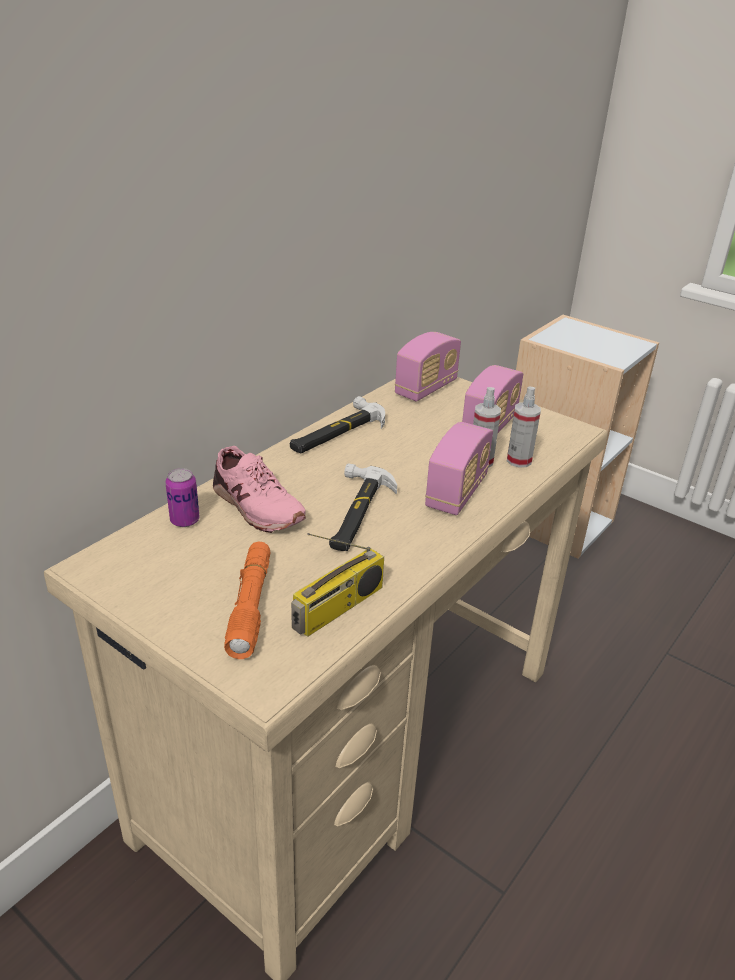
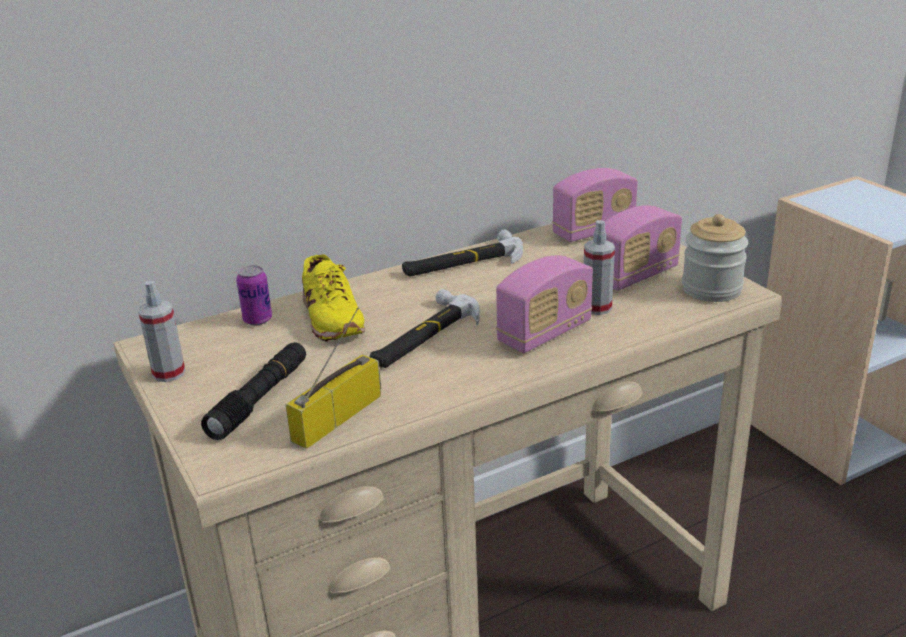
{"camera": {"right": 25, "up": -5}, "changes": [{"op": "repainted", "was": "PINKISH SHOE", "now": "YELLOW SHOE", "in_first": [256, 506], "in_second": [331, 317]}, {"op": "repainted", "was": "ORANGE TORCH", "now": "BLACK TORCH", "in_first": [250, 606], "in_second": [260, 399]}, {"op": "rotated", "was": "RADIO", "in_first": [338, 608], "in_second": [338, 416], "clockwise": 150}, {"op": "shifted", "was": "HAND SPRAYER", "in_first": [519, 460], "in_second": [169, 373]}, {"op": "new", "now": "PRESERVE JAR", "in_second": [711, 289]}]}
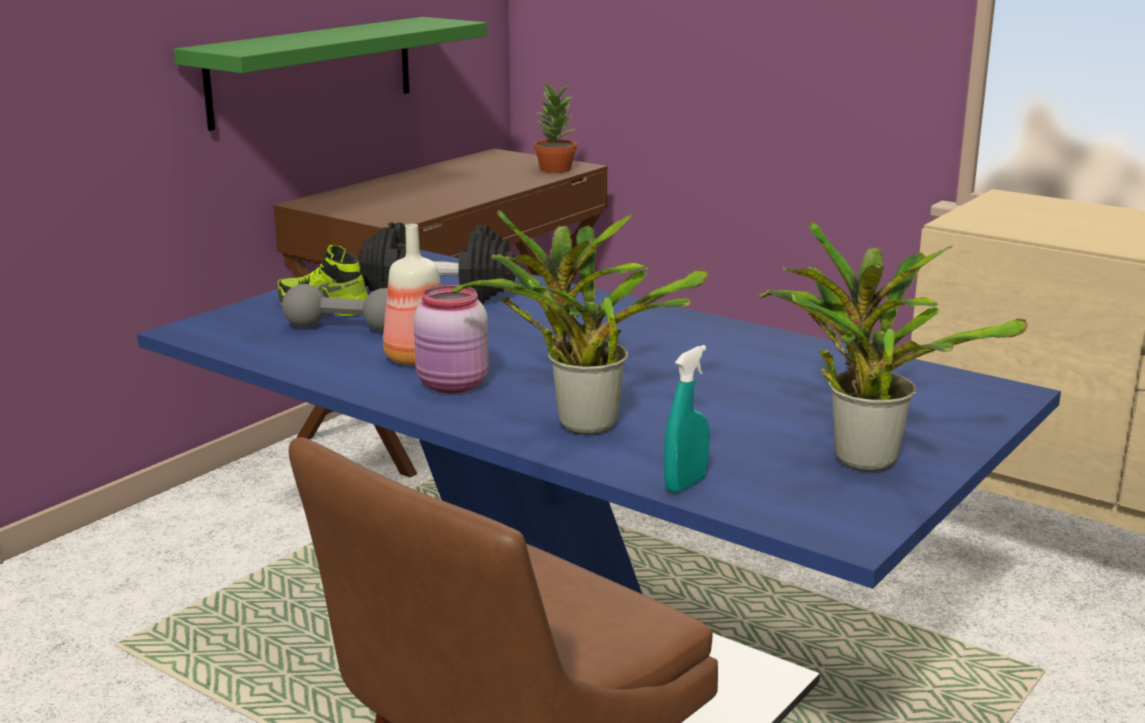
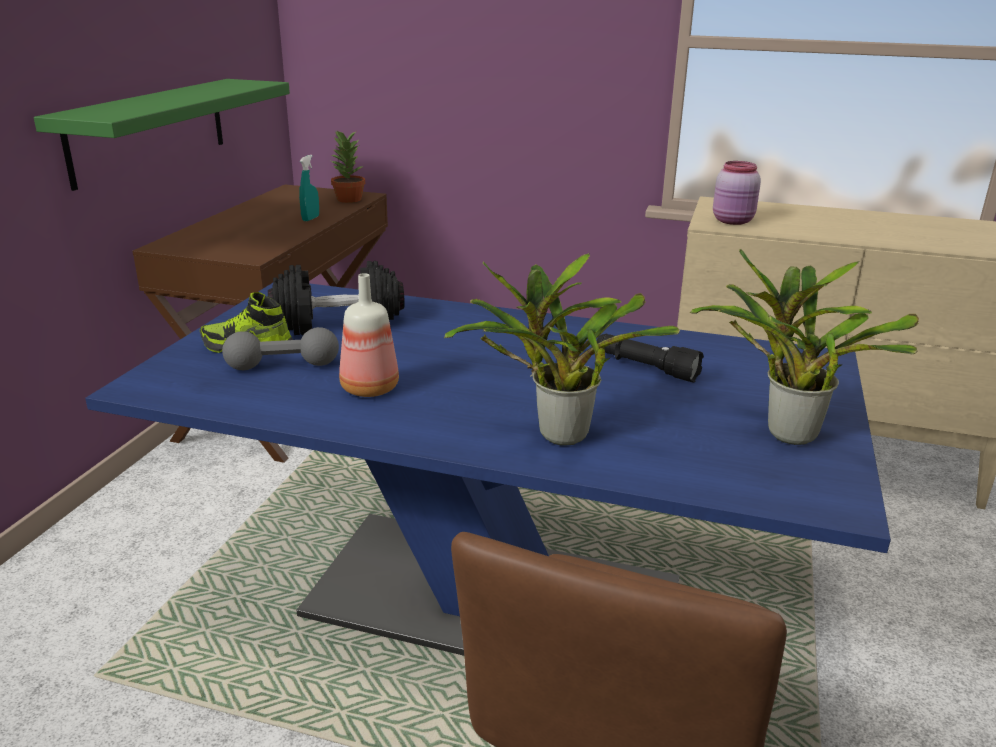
{"camera": {"right": -20, "up": 5}, "changes": [{"op": "shifted", "was": "PINKISH PRESERVE JAR", "in_first": [453, 386], "in_second": [733, 221]}, {"op": "shifted", "was": "TURQUOISE-COLOURED HAND SPRAYER", "in_first": [685, 484], "in_second": [310, 219]}, {"op": "new", "now": "BLACK TORCH", "in_second": [645, 367]}]}
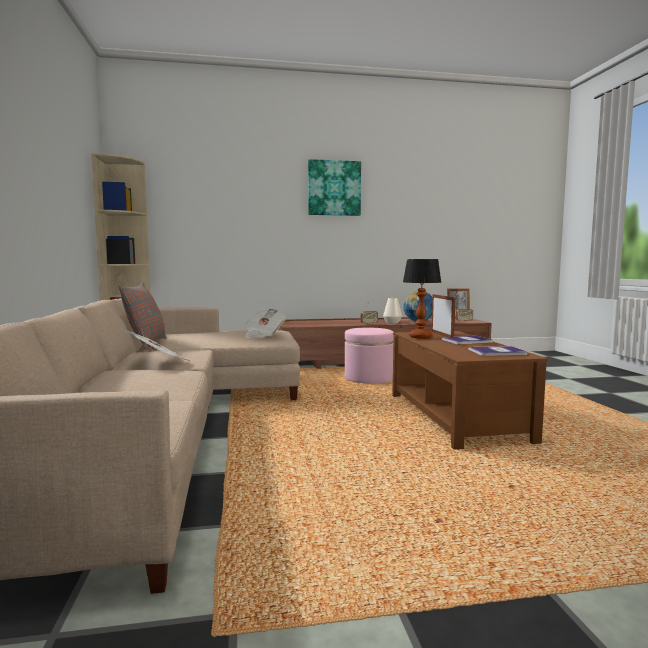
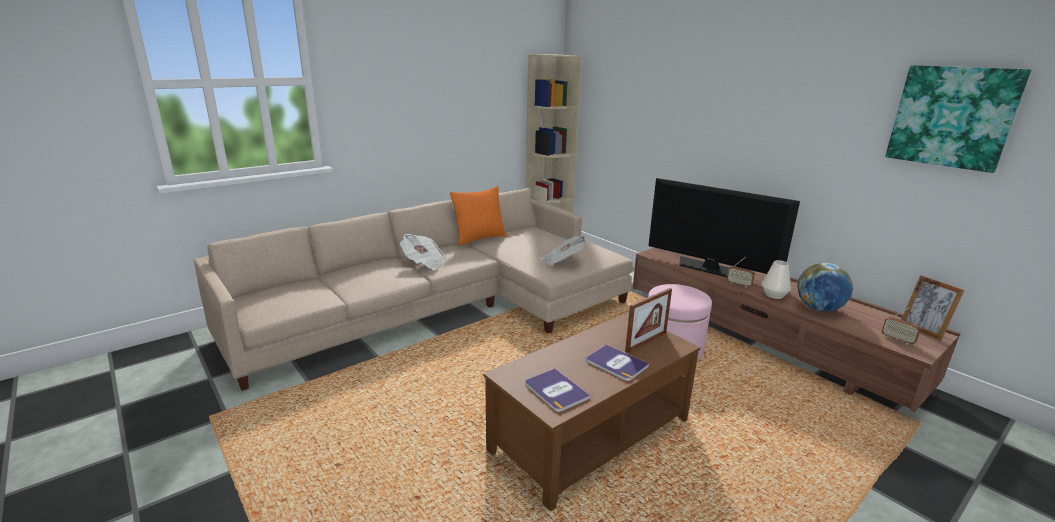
{"camera": {"right": 60, "up": 15}, "changes": [{"op": "repainted", "was": "GREY CUSHION", "now": "ORANGE CUSHION", "in_first": [146, 344], "in_second": [479, 239]}, {"op": "shifted", "was": "WALL ART", "in_first": [334, 188], "in_second": [952, 117]}, {"op": "gone", "was": "TABLETOP LAMP", "in_first": [421, 337]}, {"op": "new", "now": "TELEVISION", "in_second": [710, 268]}]}
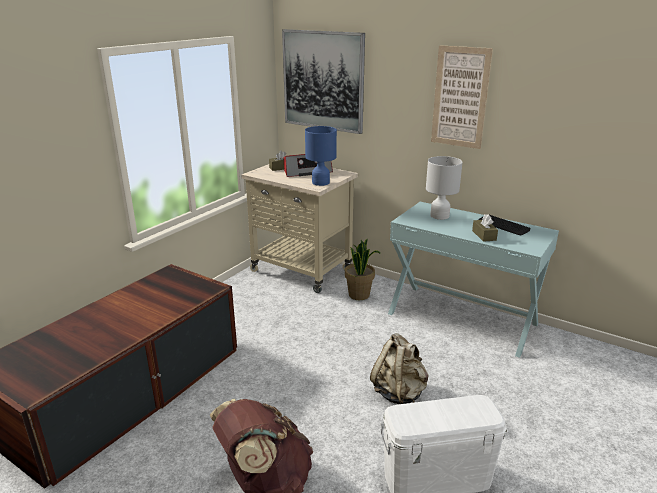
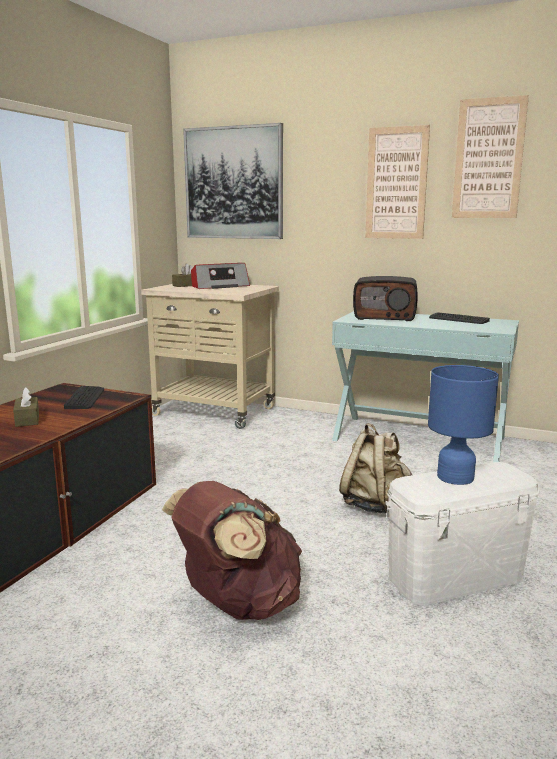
{"camera": {"right": -10, "up": -10}, "changes": [{"op": "shifted", "was": "BLUISH TABLETOP LAMP", "in_first": [321, 183], "in_second": [456, 477]}, {"op": "gone", "was": "PLANT IN A POT", "in_first": [359, 295]}, {"op": "swapped", "was": "GREY TABLETOP LAMP", "now": "RADIO", "in_first": [440, 216], "in_second": [385, 316]}, {"op": "shifted", "was": "BROWN-COLOURED TISSUE BOX", "in_first": [484, 235], "in_second": [27, 419]}, {"op": "new", "now": "KEYBOARD", "in_second": [85, 398]}, {"op": "new", "now": "WALL ART", "in_second": [488, 159]}]}
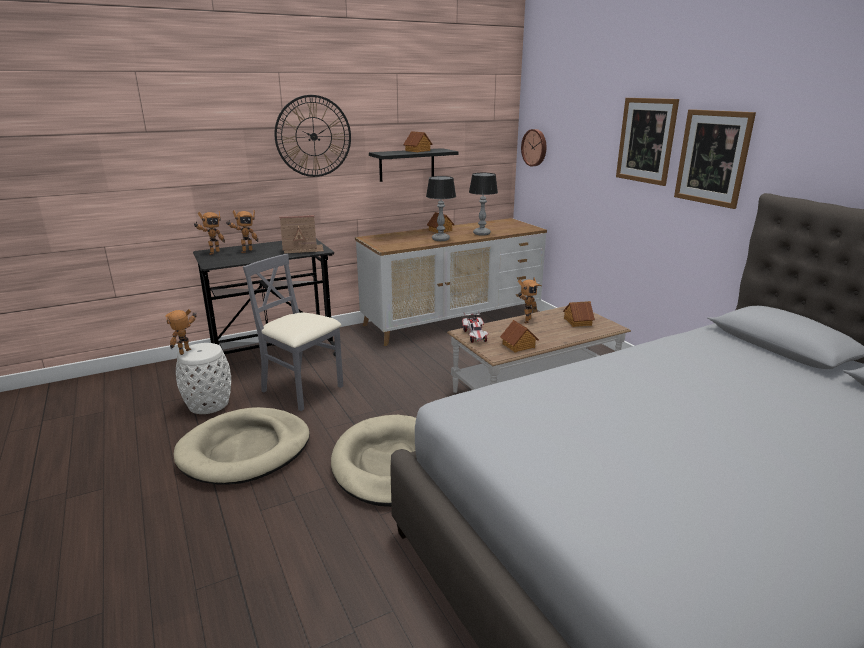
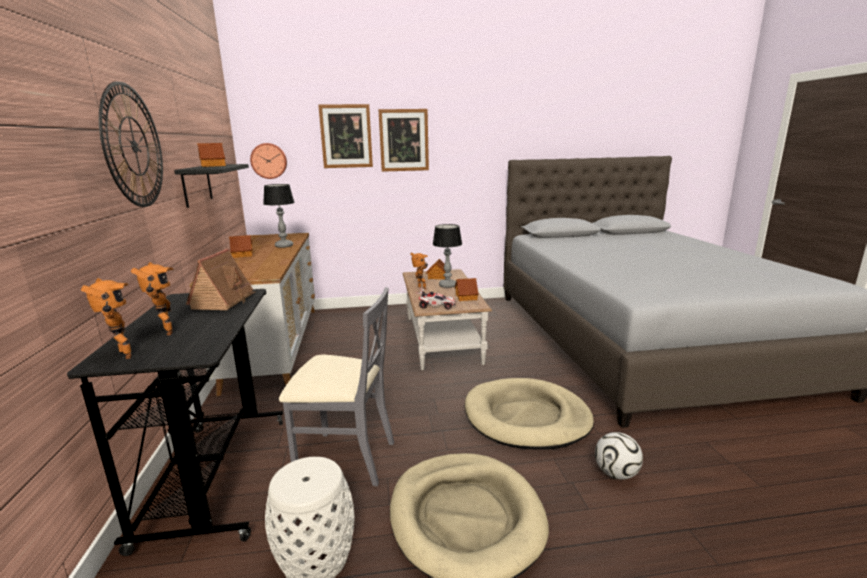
{"camera": {"right": -70, "up": -5}, "changes": [{"op": "gone", "was": "MODEL ROBOT", "in_first": [187, 352]}, {"op": "rotated", "was": "GREY UPRIGHT CHAIR", "in_first": [302, 390], "in_second": [345, 459], "clockwise": -135}, {"op": "shifted", "was": "TABLETOP LAMP", "in_first": [440, 239], "in_second": [448, 285]}, {"op": "shifted", "was": "WALL ART", "in_first": [712, 157], "in_second": [346, 136]}, {"op": "new", "now": "FOOTBALL BALL", "in_second": [616, 473]}]}
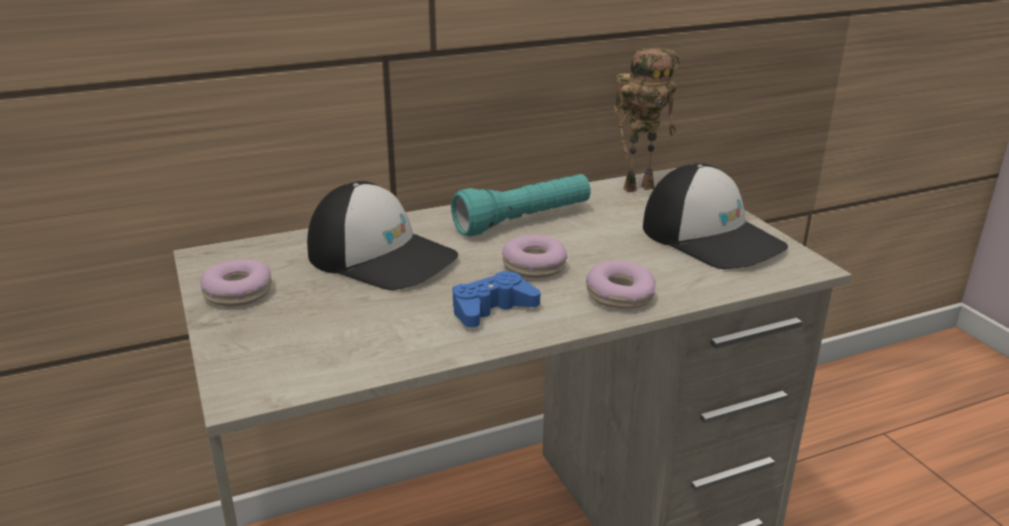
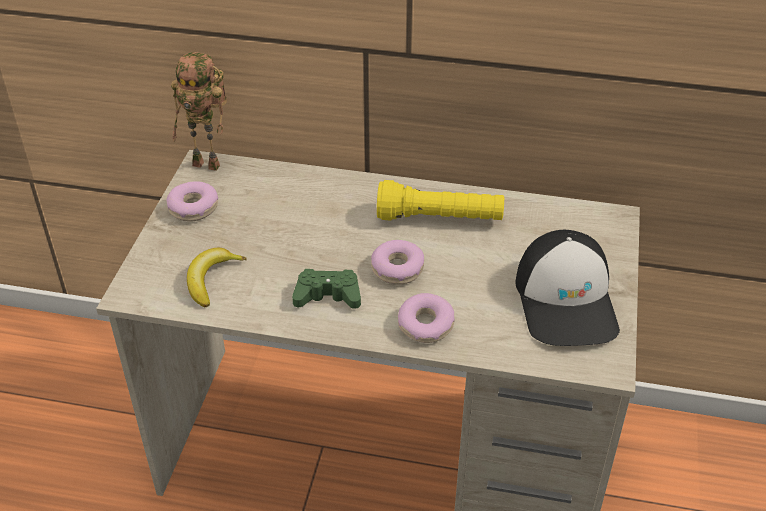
{"camera": {"right": 35, "up": 15}, "changes": [{"op": "gone", "was": "CAP", "in_first": [382, 257]}, {"op": "repainted", "was": "TURQUOISE-COLOURED TORCH", "now": "YELLOW TORCH", "in_first": [523, 221], "in_second": [439, 218]}, {"op": "repainted", "was": "BLUISH GAME CONTROLLER", "now": "GREEN-COLOURED GAME CONTROLLER", "in_first": [492, 309], "in_second": [328, 295]}, {"op": "shifted", "was": "MODEL ROBOT", "in_first": [639, 187], "in_second": [209, 164]}, {"op": "new", "now": "BANANA", "in_second": [211, 280]}]}
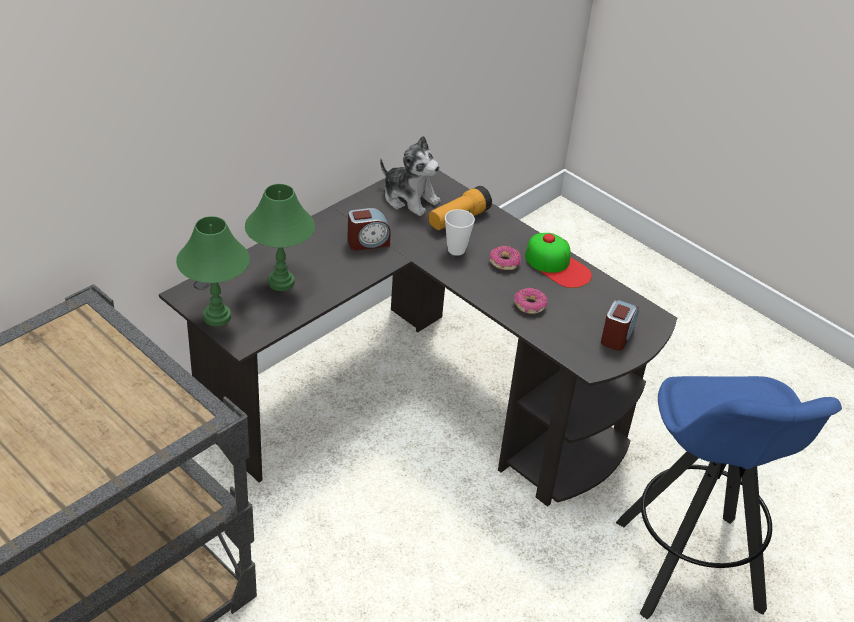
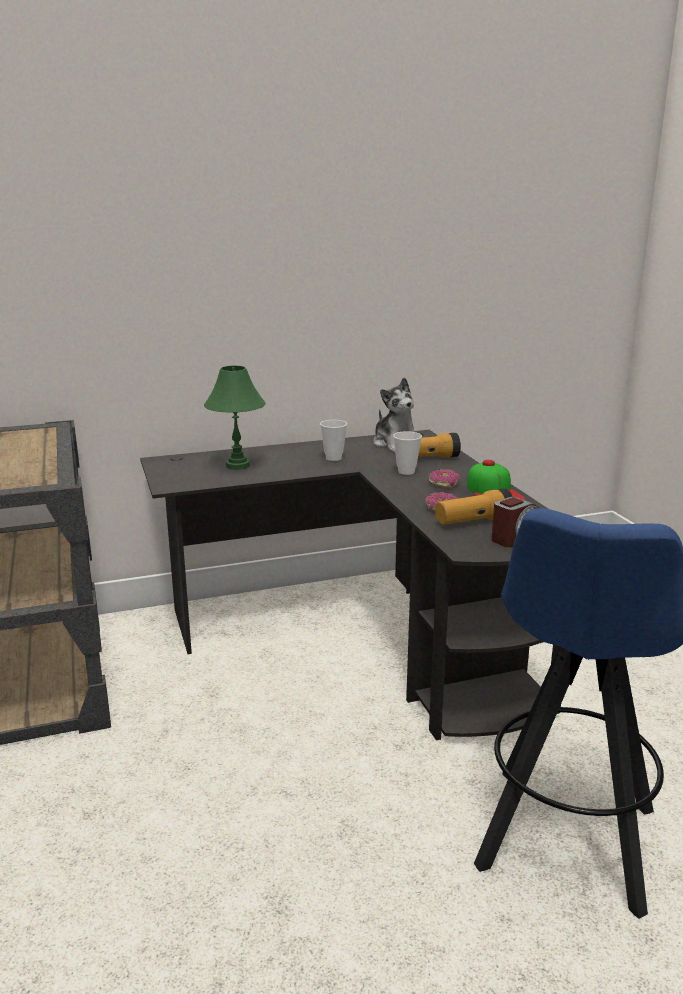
{"camera": {"right": 30, "up": -20}, "changes": [{"op": "gone", "was": "GREEN-COLOURED TABLETOP LAMP", "in_first": [217, 317]}, {"op": "swapped", "was": "TABLE CLOCK", "now": "CUP", "in_first": [368, 242], "in_second": [333, 458]}, {"op": "new", "now": "TORCH", "in_second": [473, 521]}]}
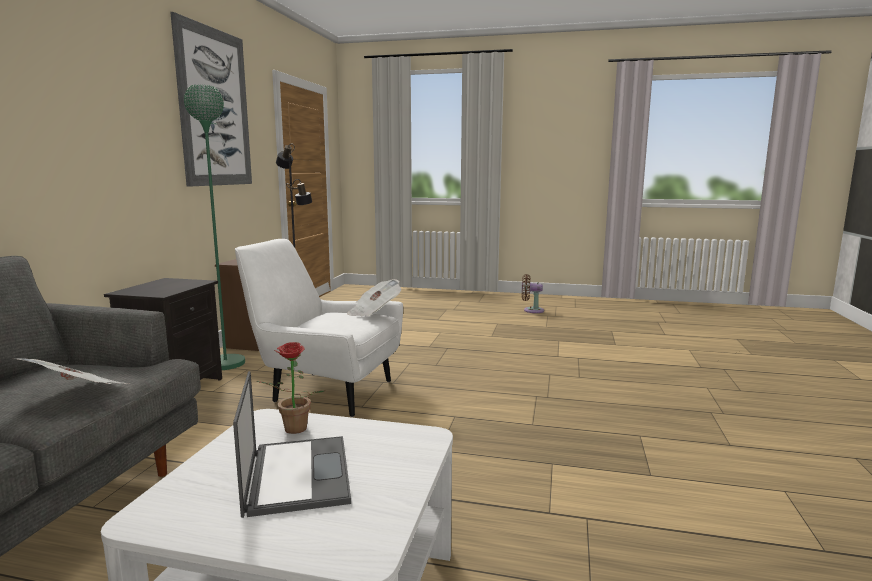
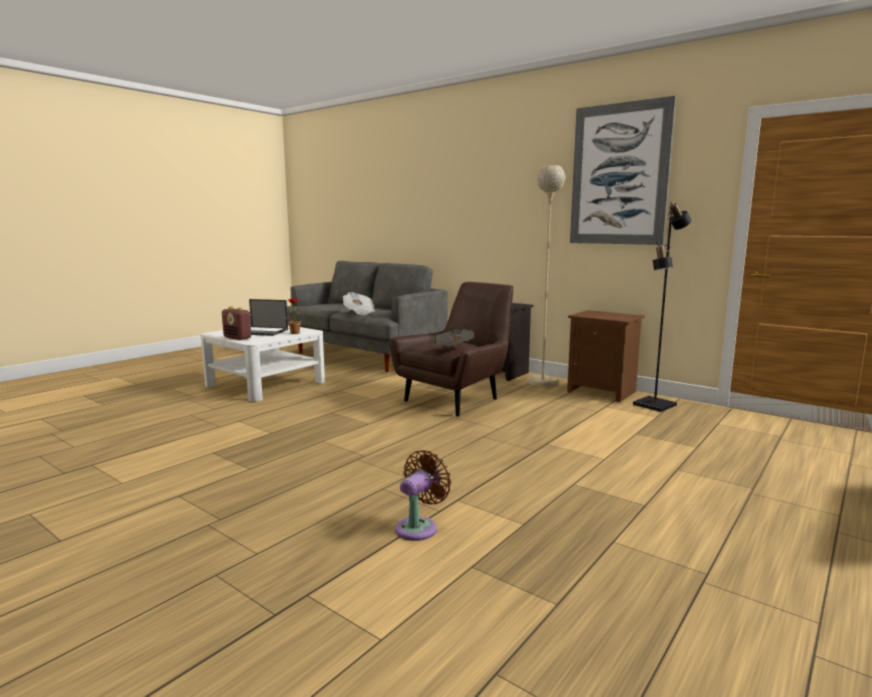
{"camera": {"right": 115, "up": 0}, "changes": [{"op": "repainted", "was": "GREEN-COLOURED STANDARD LAMP", "now": "BEIGE-COLOURED STANDARD LAMP", "in_first": [226, 363], "in_second": [542, 382]}, {"op": "repainted", "was": "WHITE-COLOURED EASY CHAIR", "now": "BROWN-COLOURED EASY CHAIR", "in_first": [325, 391], "in_second": [456, 399]}, {"op": "shifted", "was": "BROWN-COLOURED FAN", "in_first": [531, 310], "in_second": [419, 527]}, {"op": "new", "now": "RADIO", "in_second": [238, 338]}]}
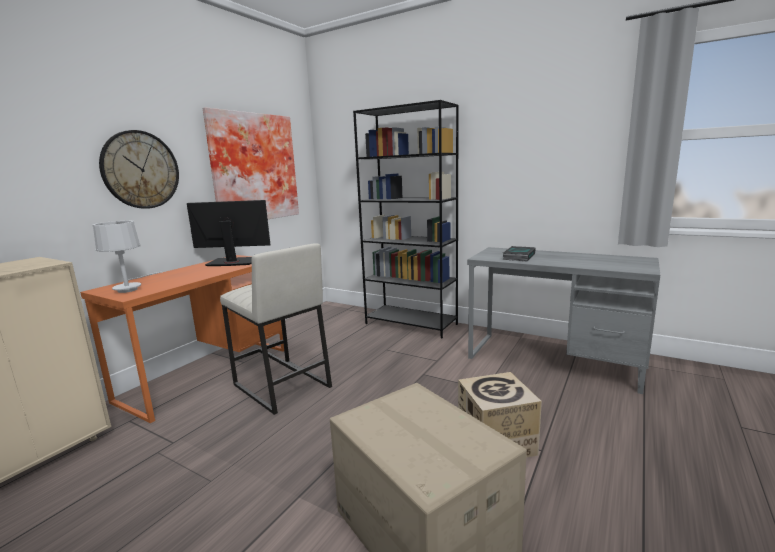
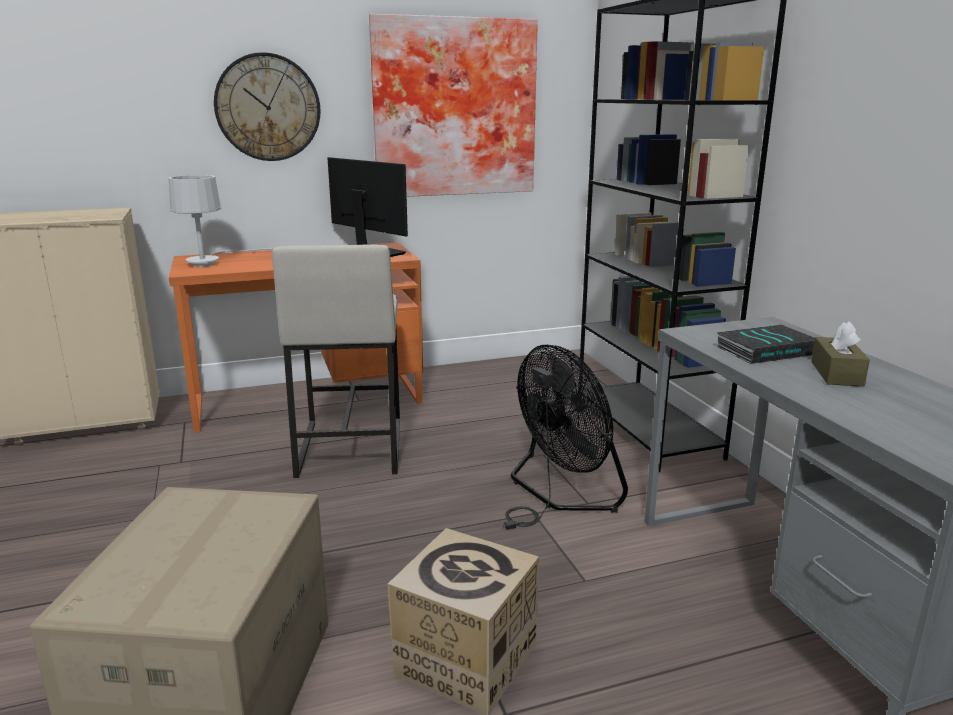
{"camera": {"right": 40, "up": 5}, "changes": [{"op": "new", "now": "BLACK FAN", "in_second": [551, 491]}, {"op": "new", "now": "BROWN-COLOURED TISSUE BOX", "in_second": [836, 374]}]}
